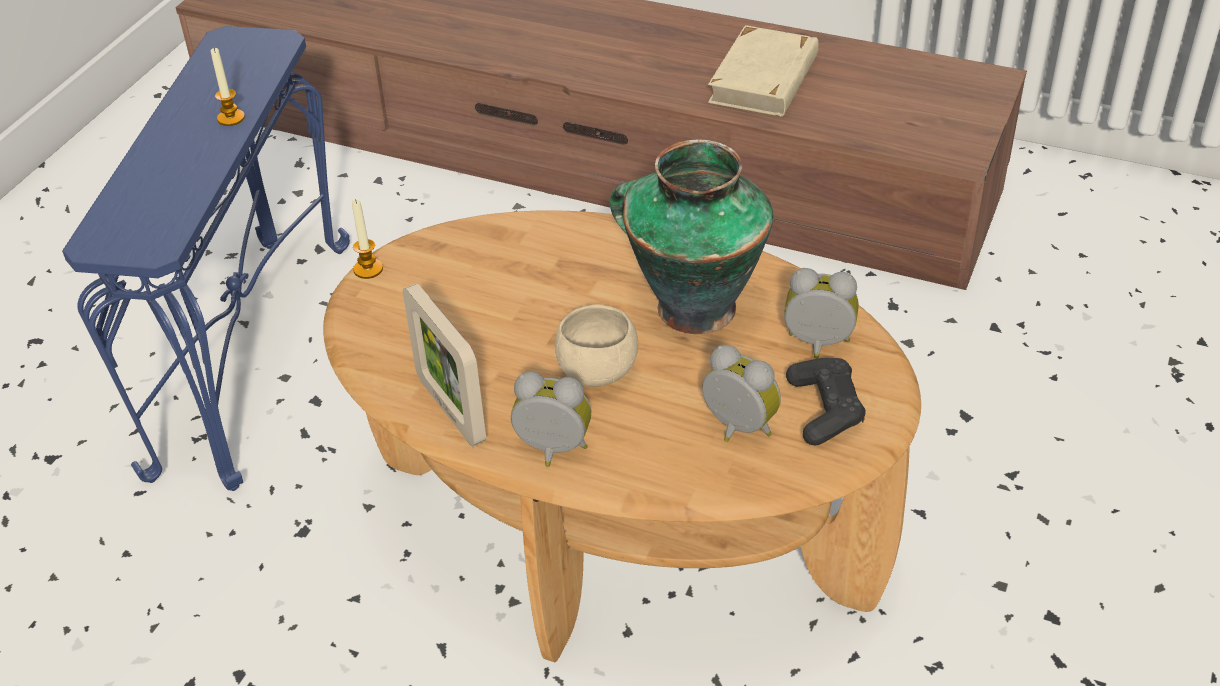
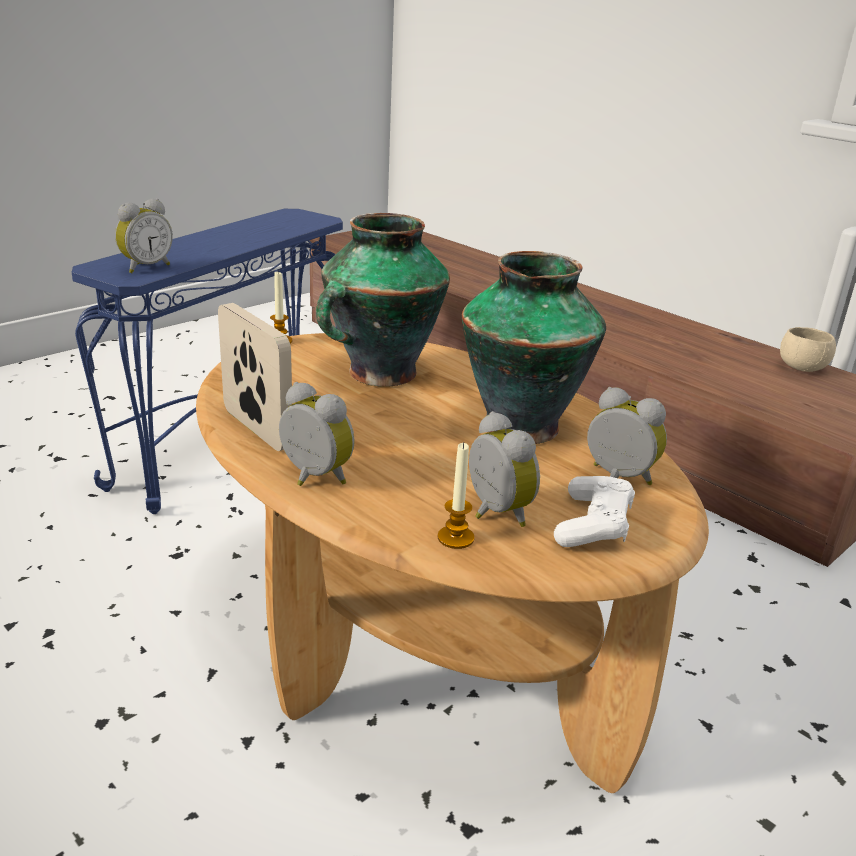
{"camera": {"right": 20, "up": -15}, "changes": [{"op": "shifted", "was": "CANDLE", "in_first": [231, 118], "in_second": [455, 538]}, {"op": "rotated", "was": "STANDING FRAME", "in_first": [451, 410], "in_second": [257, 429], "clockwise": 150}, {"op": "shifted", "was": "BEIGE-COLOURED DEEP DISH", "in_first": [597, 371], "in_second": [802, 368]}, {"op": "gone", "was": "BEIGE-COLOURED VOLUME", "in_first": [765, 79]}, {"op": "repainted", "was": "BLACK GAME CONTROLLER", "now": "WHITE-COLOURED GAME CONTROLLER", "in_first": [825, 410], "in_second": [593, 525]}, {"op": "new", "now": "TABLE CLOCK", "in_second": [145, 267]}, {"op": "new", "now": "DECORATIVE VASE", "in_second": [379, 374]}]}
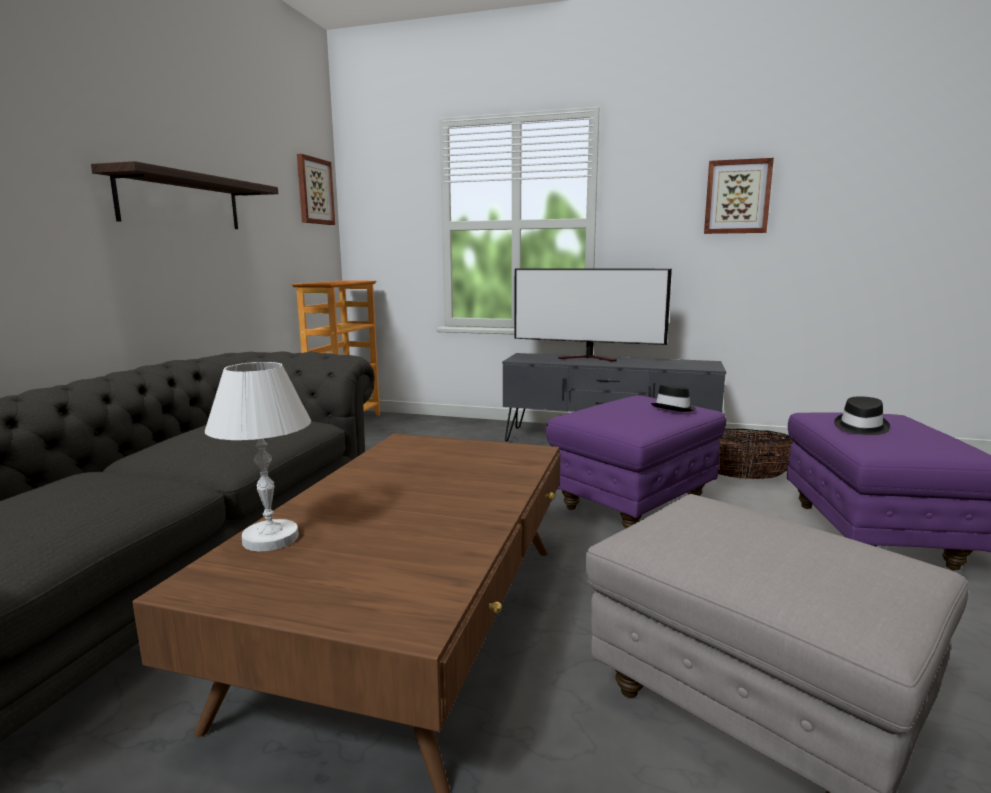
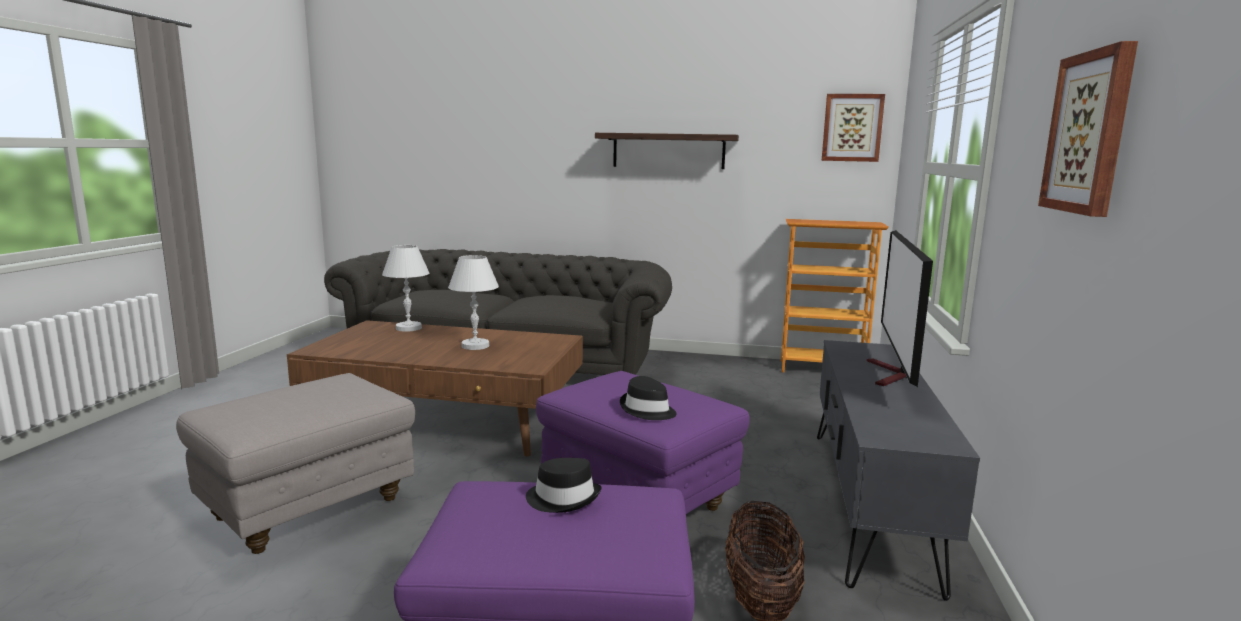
{"camera": {"right": 85, "up": 0}, "changes": [{"op": "new", "now": "WHITE-COLOURED TABLETOP LAMP", "in_second": [475, 345]}]}
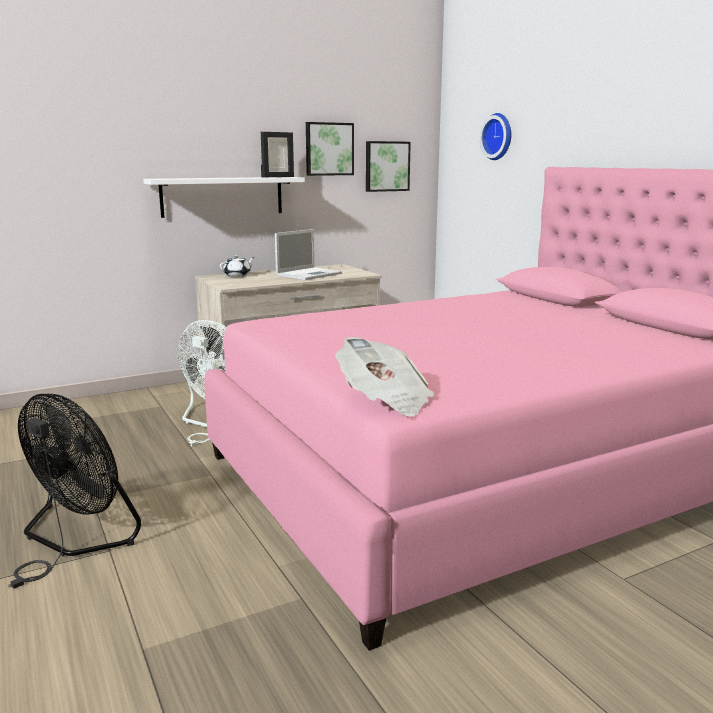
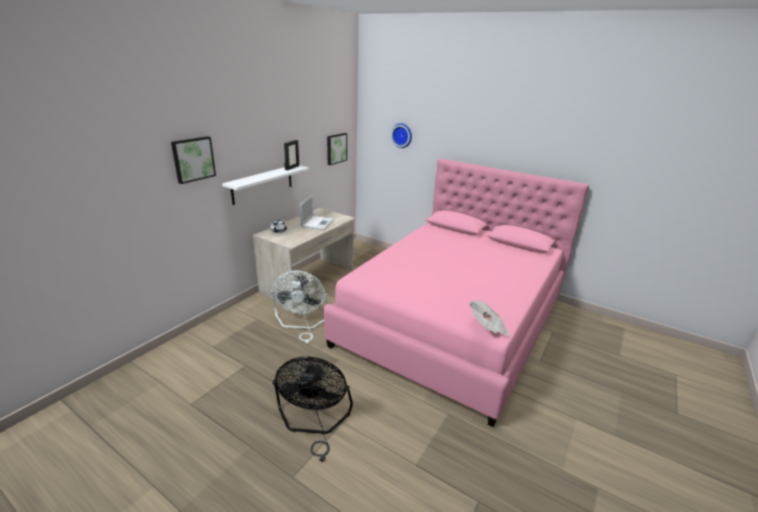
{"camera": {"right": -30, "up": 10}, "changes": [{"op": "shifted", "was": "WALL ART", "in_first": [329, 149], "in_second": [193, 159]}]}
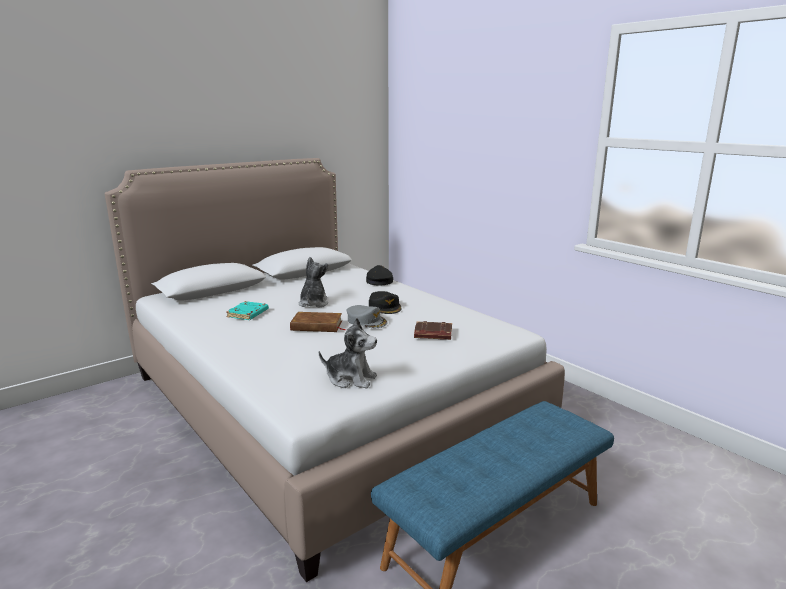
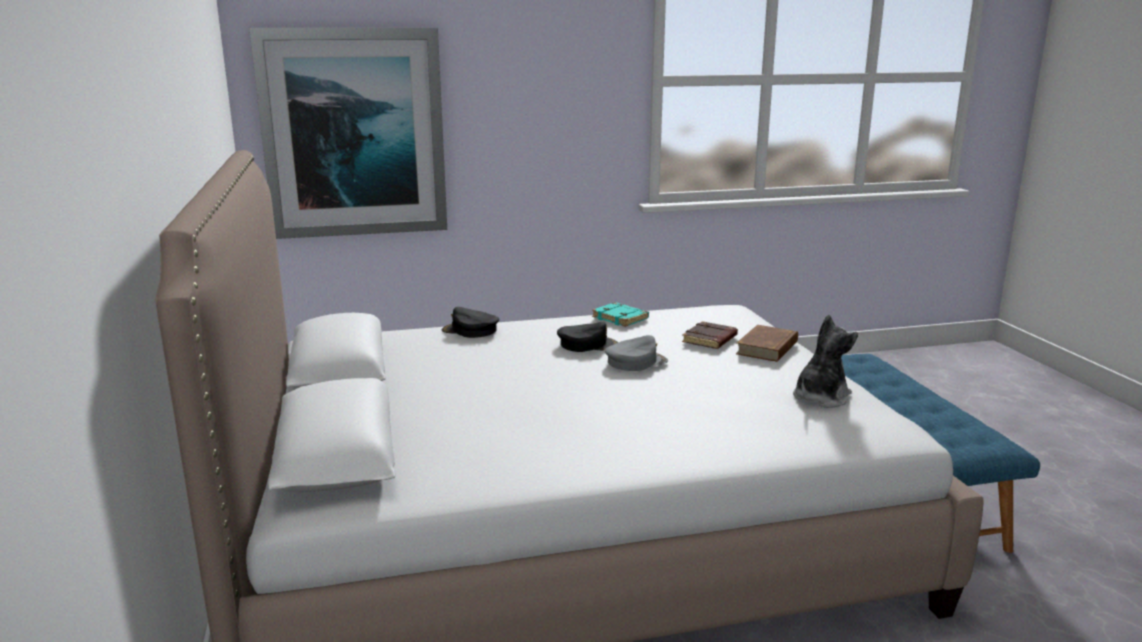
{"camera": {"right": -65, "up": 0}, "changes": [{"op": "shifted", "was": "TURQUOISE-COLOURED VOLUME", "in_first": [248, 314], "in_second": [621, 318]}, {"op": "shifted", "was": "BROWN-COLOURED VOLUME", "in_first": [317, 326], "in_second": [767, 348]}, {"op": "gone", "was": "PLUSH TOY", "in_first": [313, 303]}, {"op": "new", "now": "WALL ART", "in_second": [354, 133]}]}
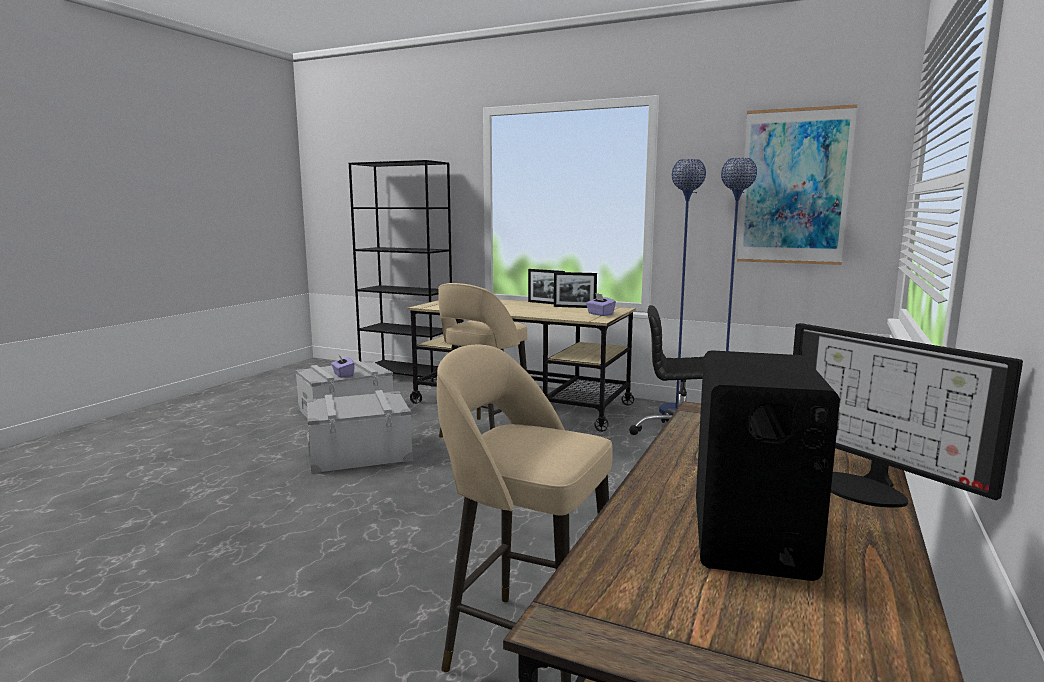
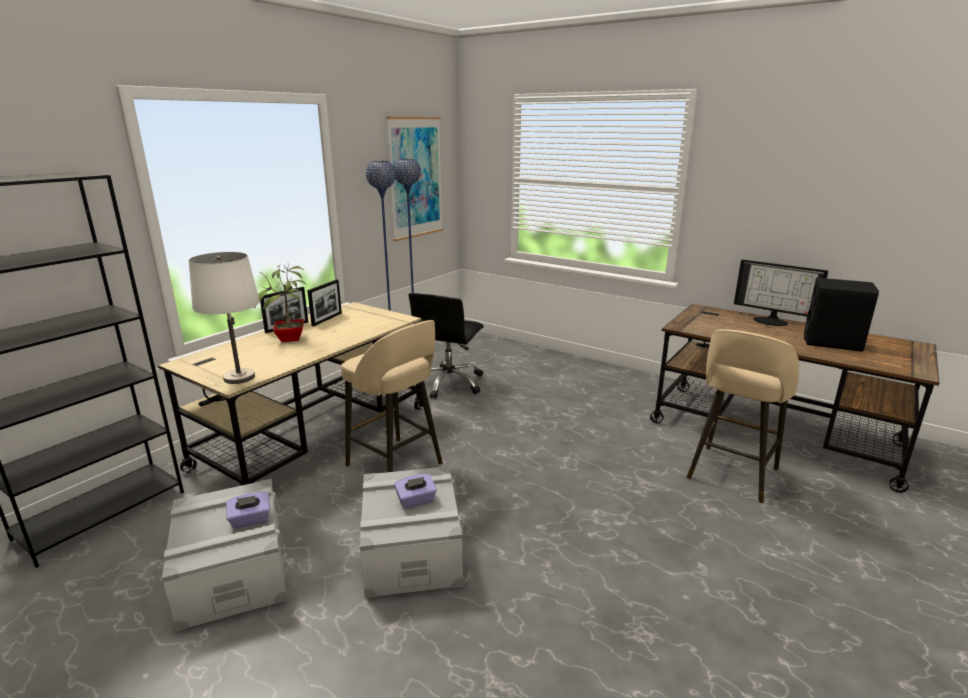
{"camera": {"right": -80, "up": 10}, "changes": [{"op": "shifted", "was": "PURPLISH TISSUE BOX", "in_first": [600, 314], "in_second": [416, 501]}, {"op": "rotated", "was": "COMPUTER DISPLAY", "in_first": [867, 488], "in_second": [771, 320], "clockwise": 60}, {"op": "new", "now": "WHITE-COLOURED TABLETOP LAMP", "in_second": [239, 378]}, {"op": "new", "now": "PLANT IN A POT", "in_second": [290, 339]}]}
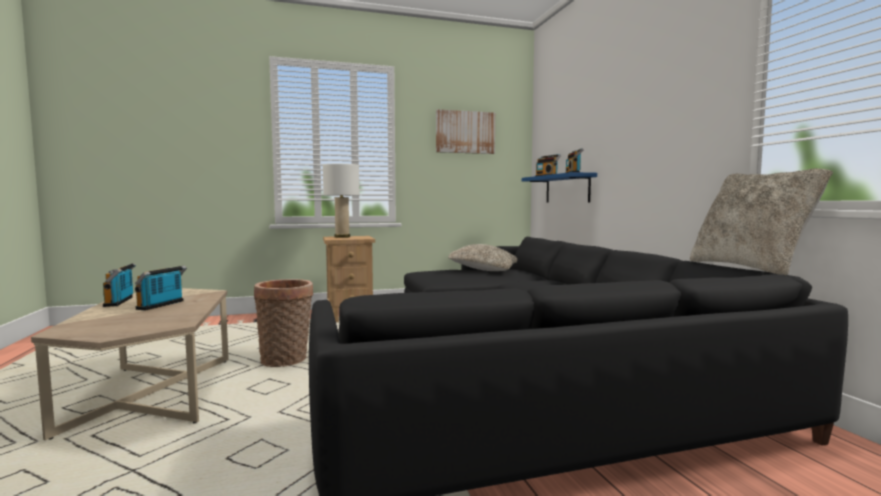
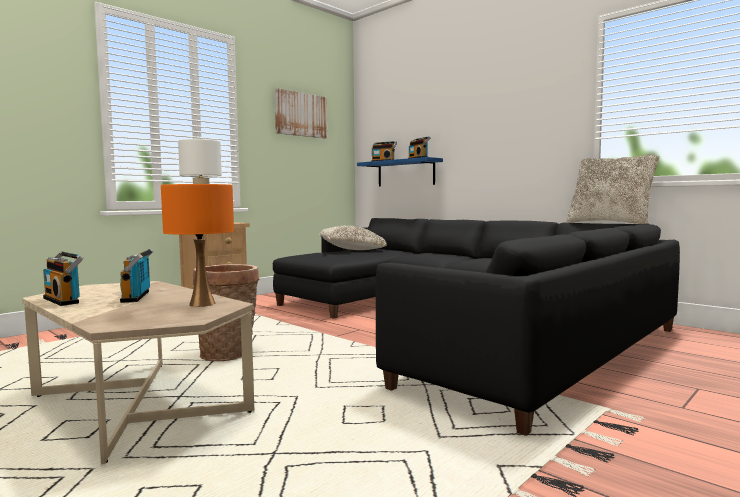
{"camera": {"right": -30, "up": 0}, "changes": [{"op": "new", "now": "ORANGE TABLETOP LAMP", "in_second": [202, 304]}]}
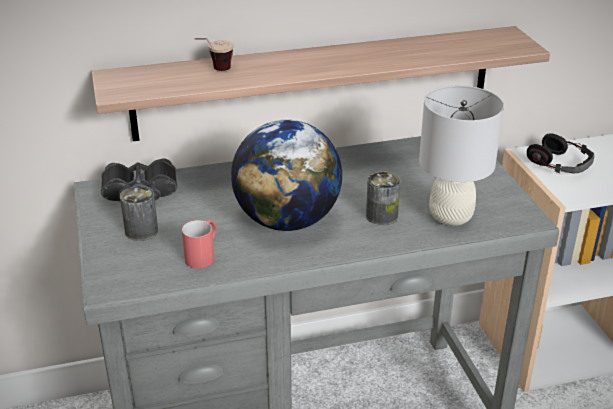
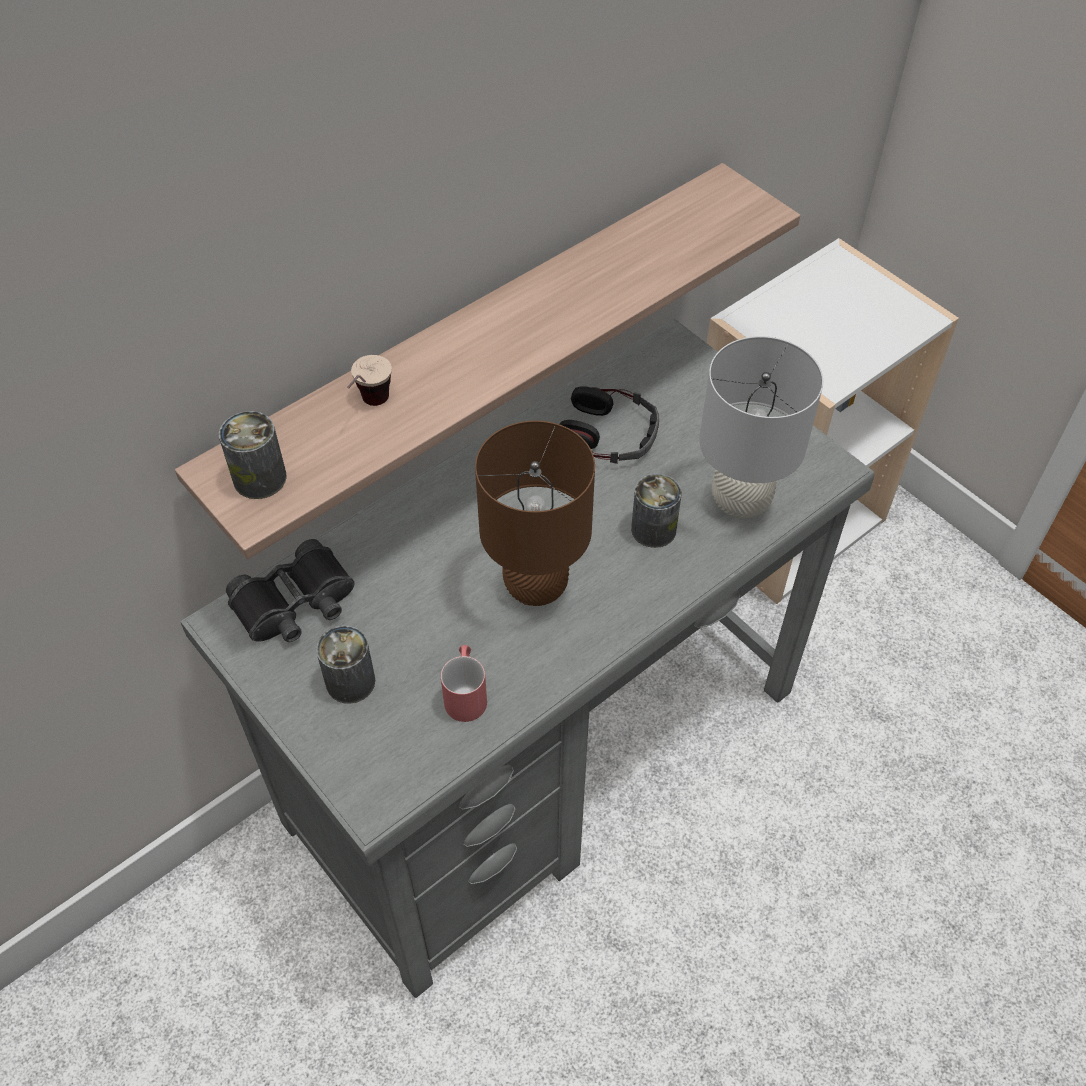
{"camera": {"right": -25, "up": 20}, "changes": [{"op": "swapped", "was": "DESK GLOBE", "now": "BROWN-COLOURED TABLETOP LAMP", "in_first": [287, 221], "in_second": [538, 585]}, {"op": "shifted", "was": "HEADPHONES", "in_first": [560, 163], "in_second": [609, 433]}, {"op": "new", "now": "CAN", "in_second": [260, 478]}]}
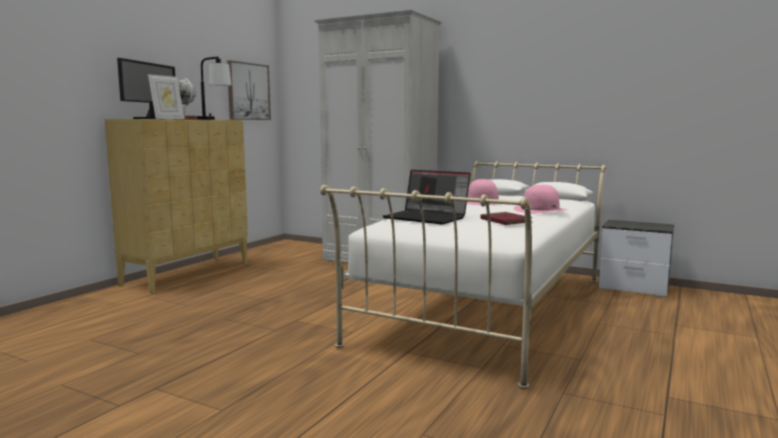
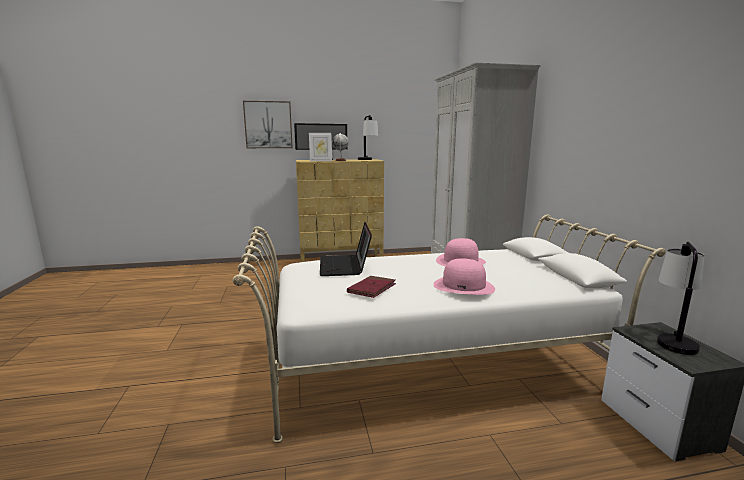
{"camera": {"right": 50, "up": 5}, "changes": [{"op": "shifted", "was": "WALL ART", "in_first": [248, 91], "in_second": [268, 125]}, {"op": "new", "now": "TABLETOP LAMP", "in_second": [672, 338]}]}
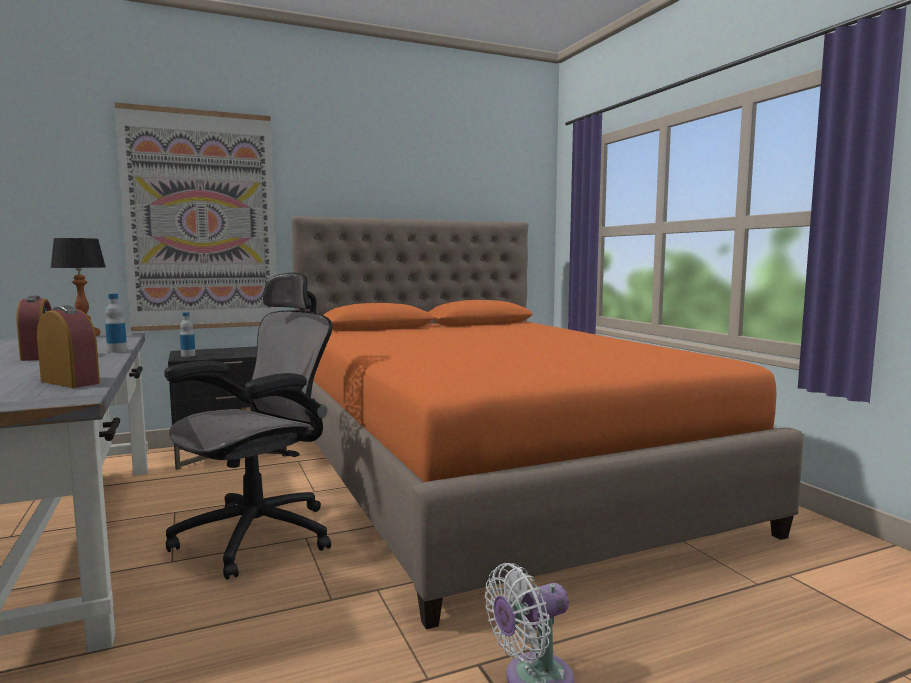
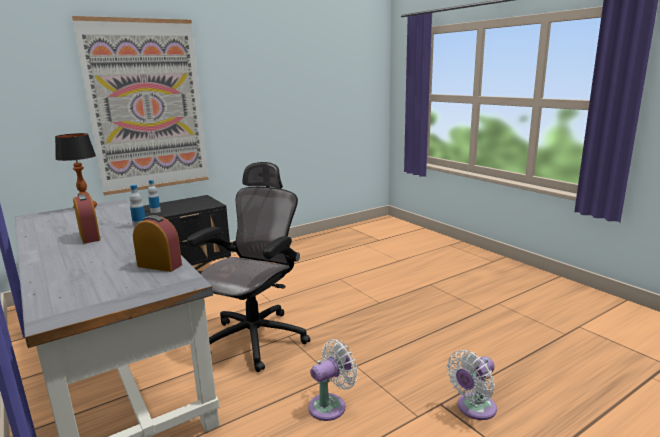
{"camera": {"right": -10, "up": 10}, "changes": [{"op": "gone", "was": "ORANGE SLEEPING BED", "in_first": [491, 474]}, {"op": "new", "now": "WHITE-COLOURED FAN", "in_second": [330, 405]}]}
